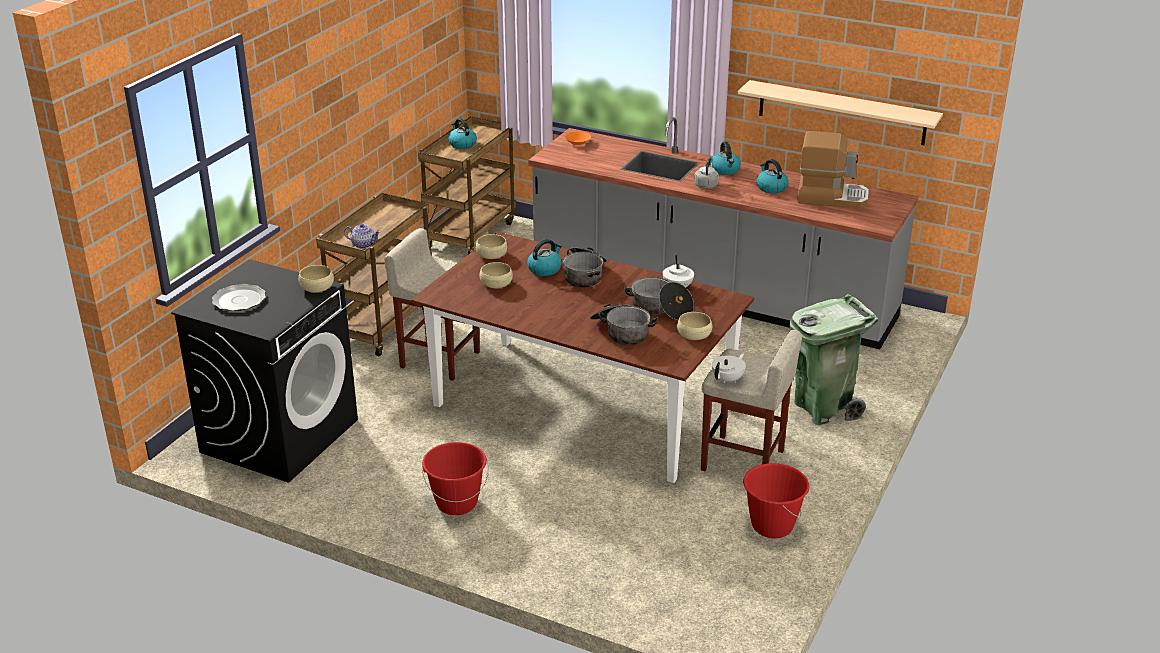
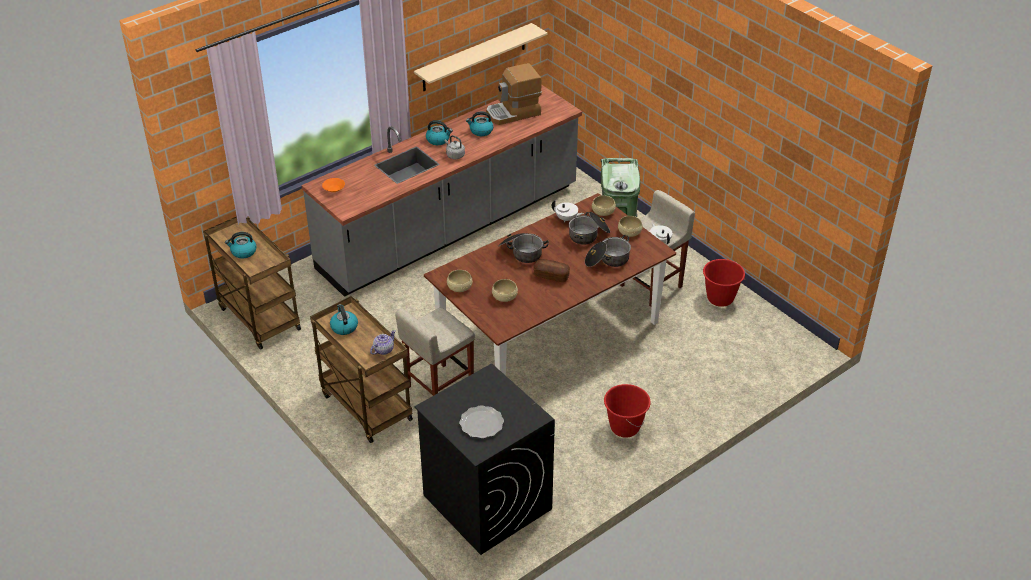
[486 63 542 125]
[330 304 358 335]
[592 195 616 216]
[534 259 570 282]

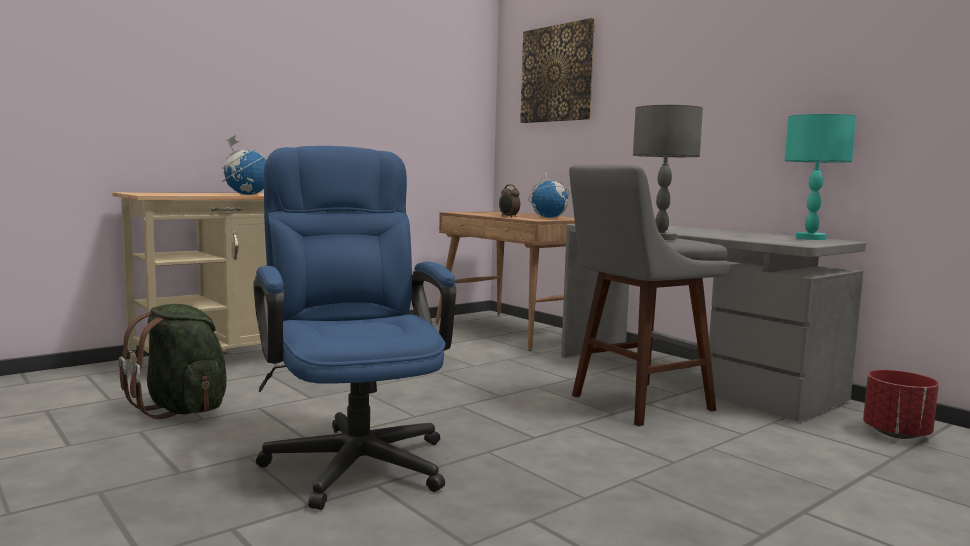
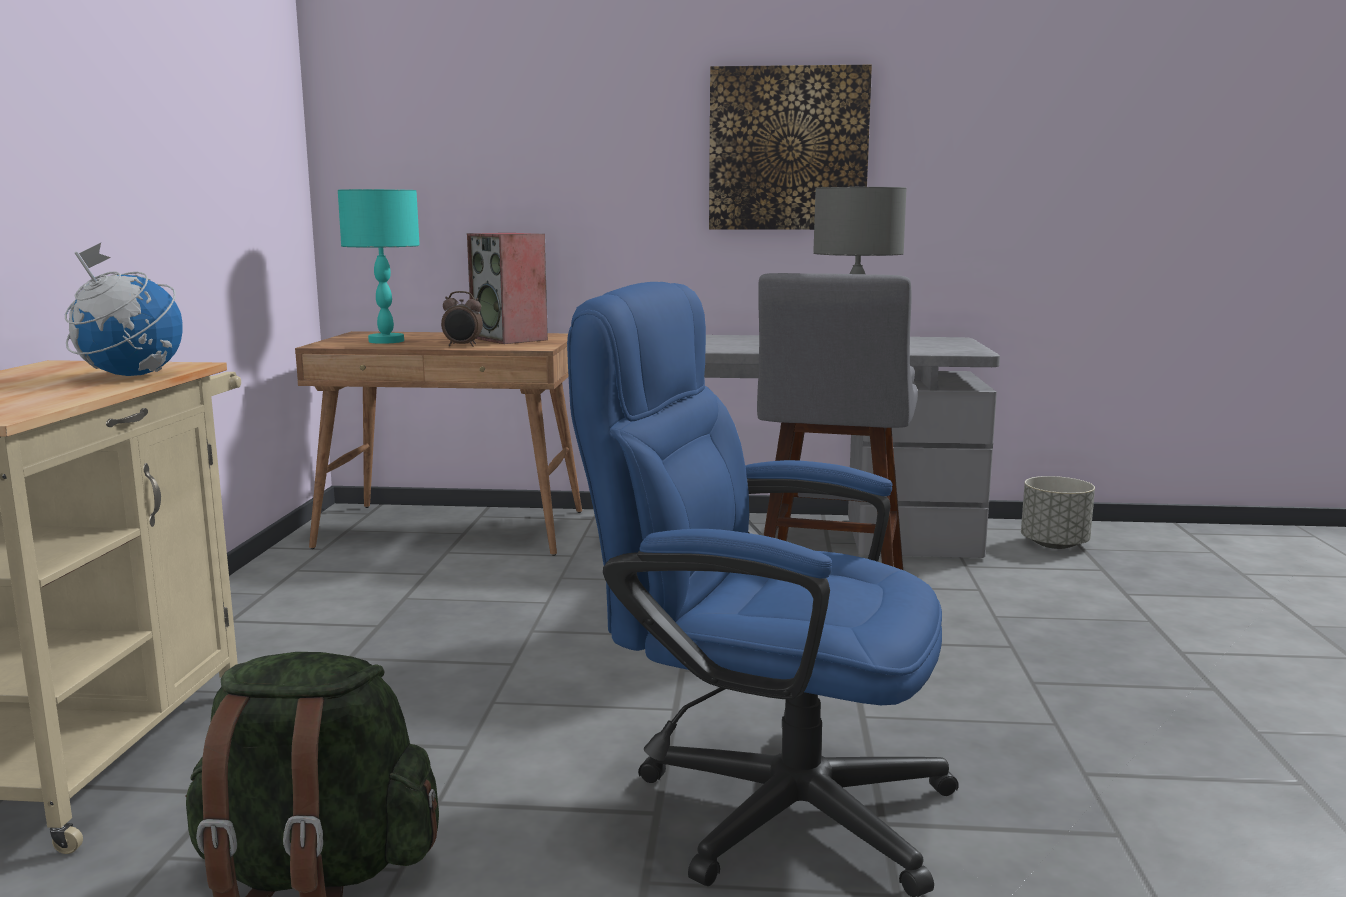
[709 65 872 230]
[338 189 420 344]
[467 233 548 344]
[1021 476 1095 549]

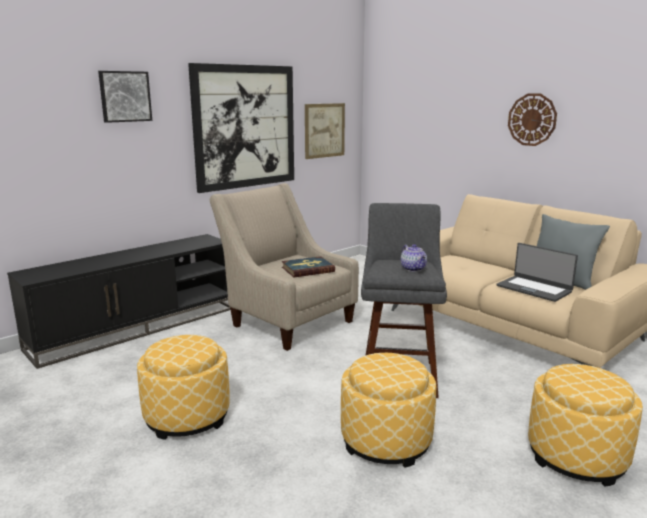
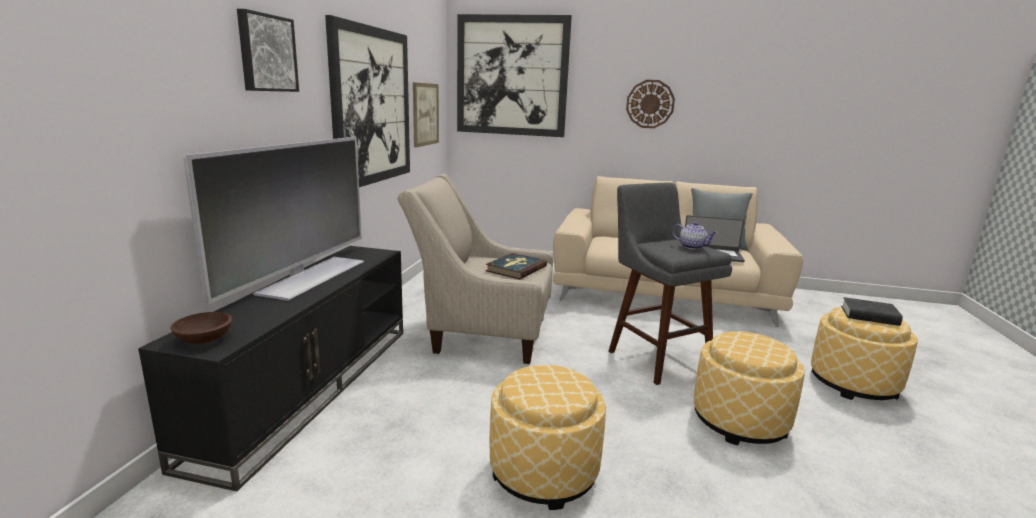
[457 14 572 137]
[183 137 364 305]
[841 297 903 326]
[170 312 232 344]

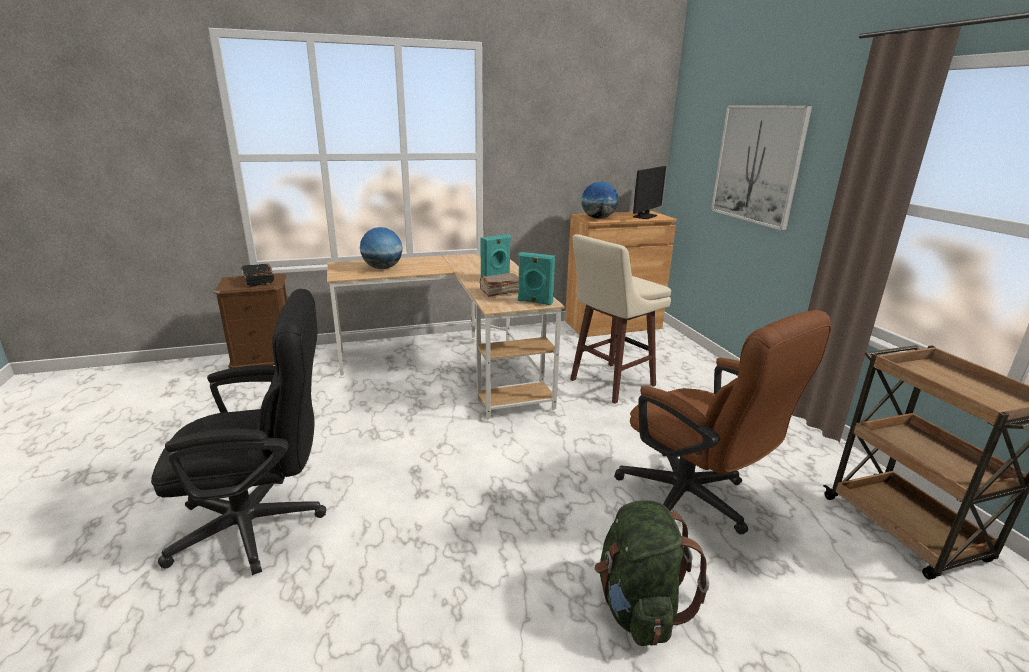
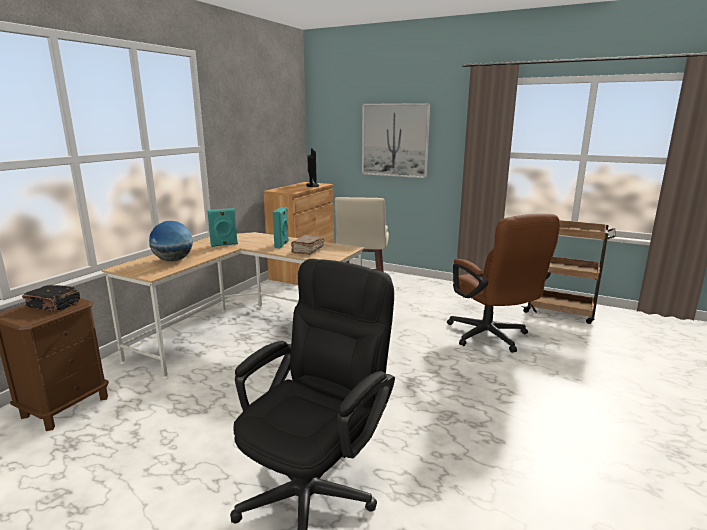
[582 181 618 219] (first image)
[207 208 238 247]
[447 214 560 353]
[595 500 709 646] (first image)

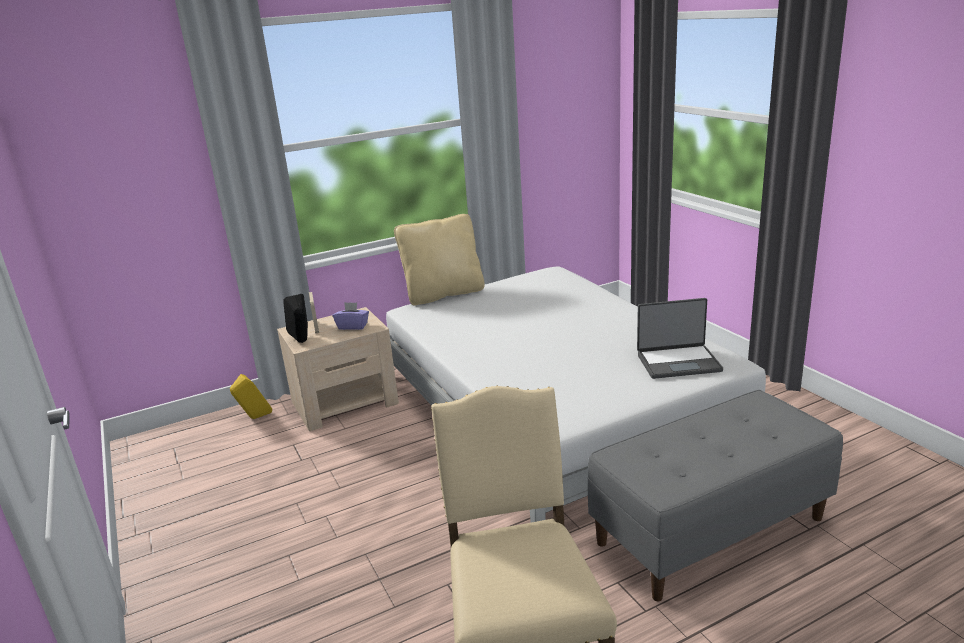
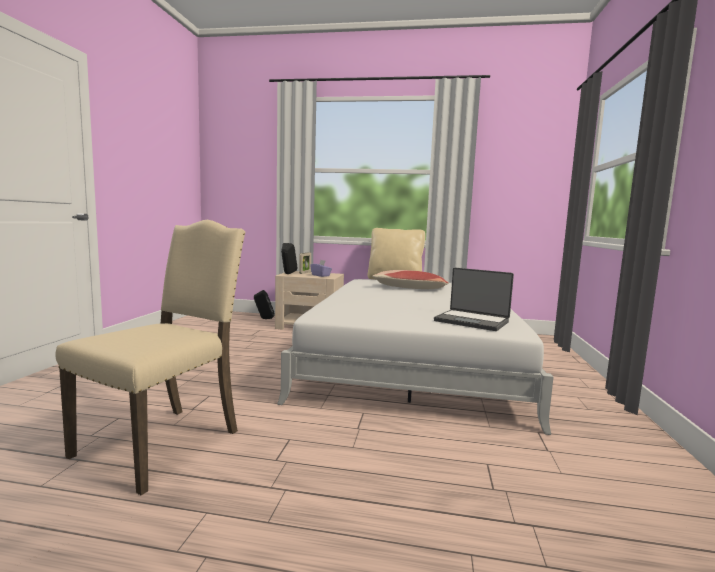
[254 290 274 319]
[587 390 843 601] (first image)
[372 270 449 289]

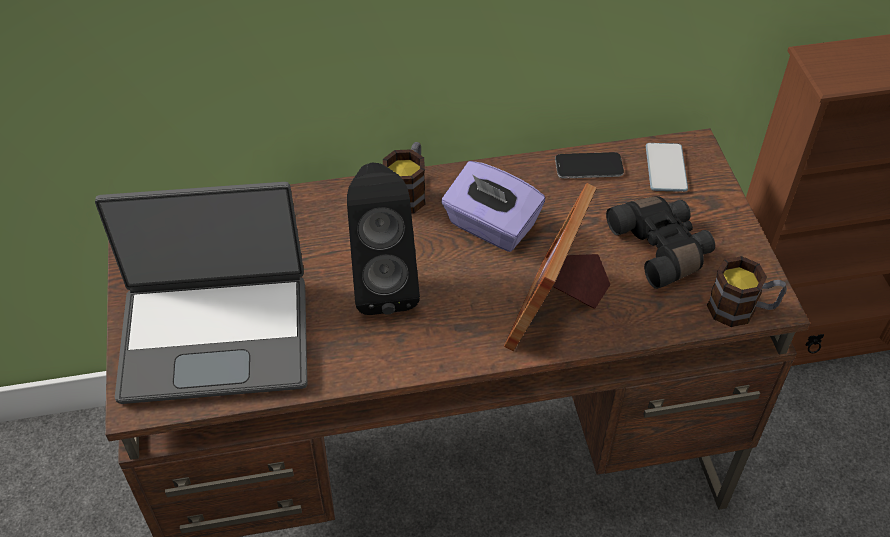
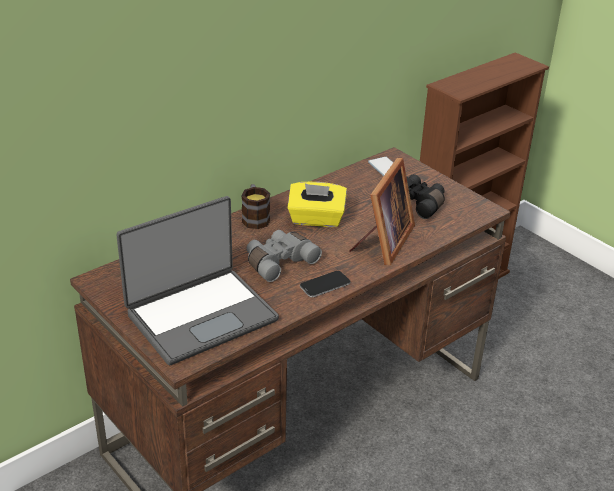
[300 271 351 298]
[287 182 347 227]
[247 230 322 282]
[350 158 415 265]
[707 256 787 327] (first image)

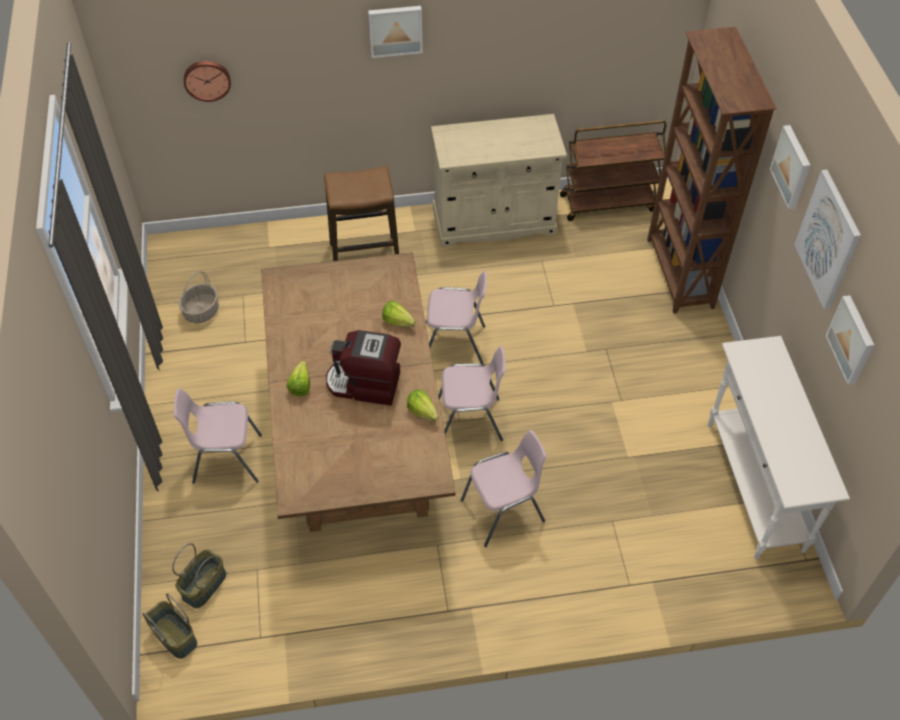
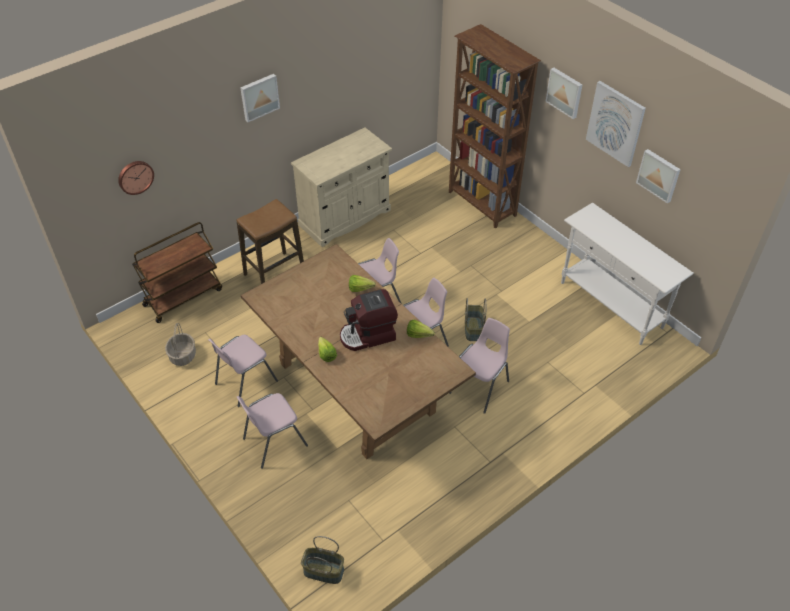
[132 222 222 323]
[465 298 486 341]
[208 335 278 407]

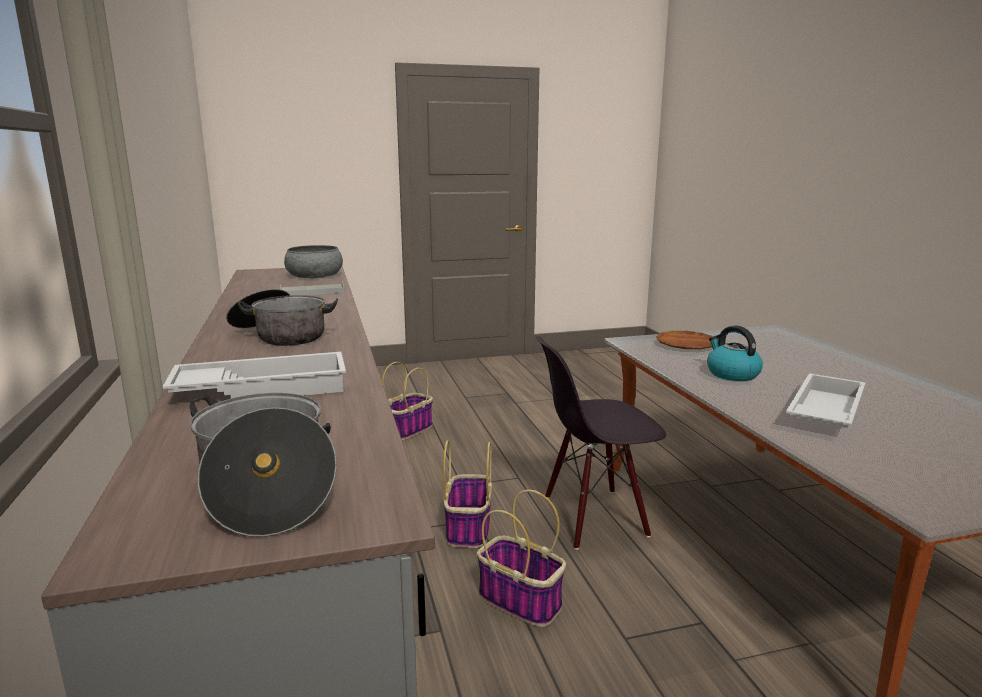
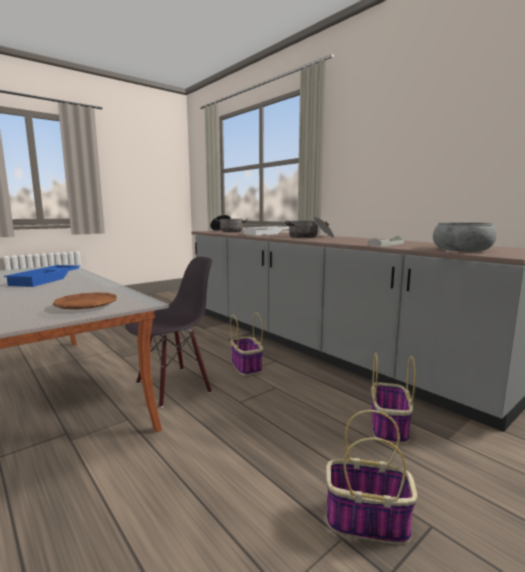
[707 326 763 381] (first image)
[4 265 80 287]
[326 410 417 545]

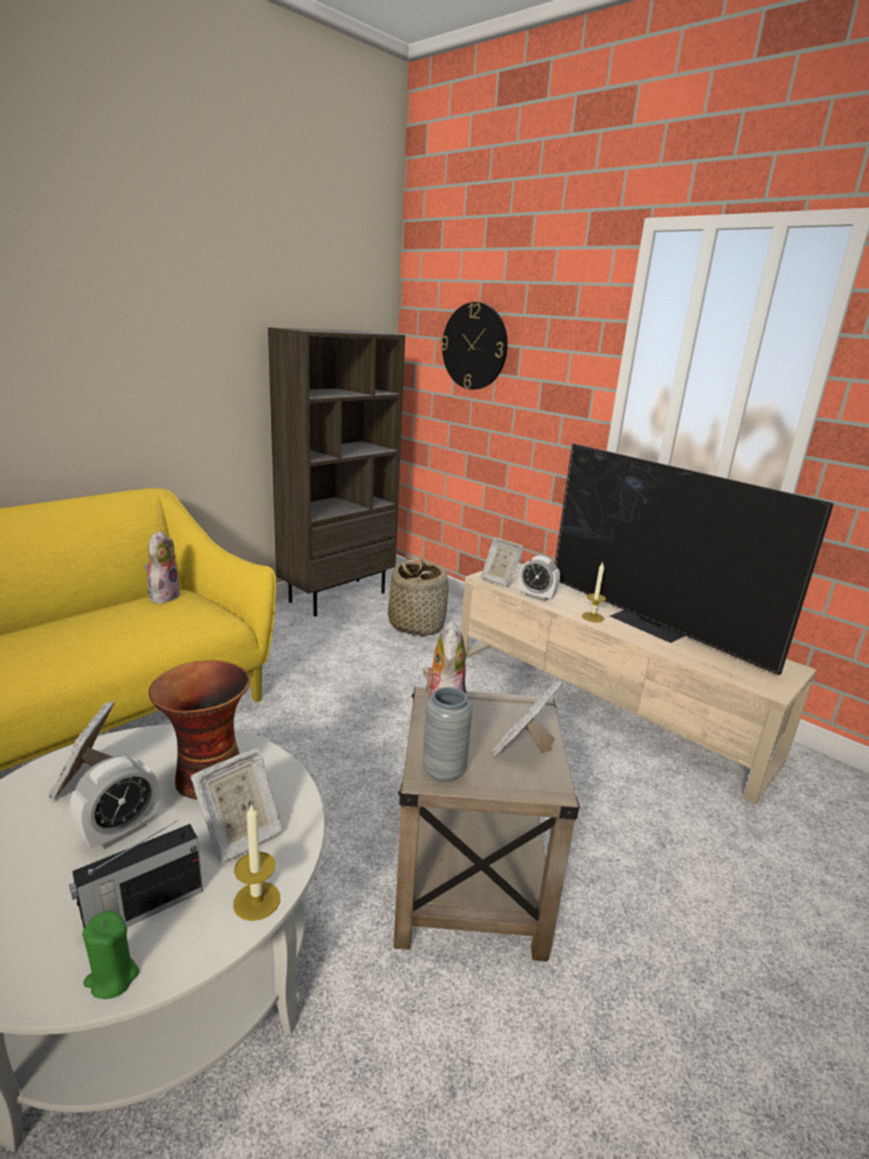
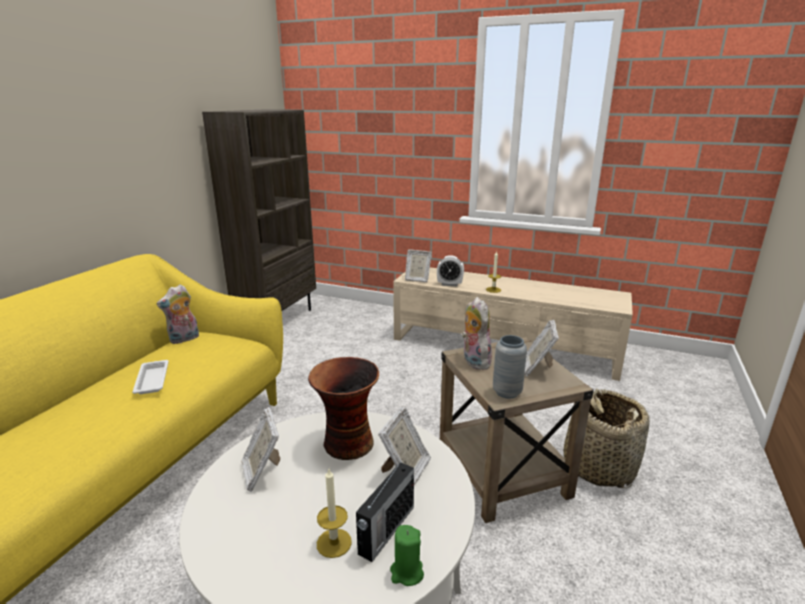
[441 302 508 390] (first image)
[555 443 833 675] (first image)
[156 285 199 344]
[564 388 650 488]
[70 756 159 849] (first image)
[317 469 352 558]
[132 360 169 394]

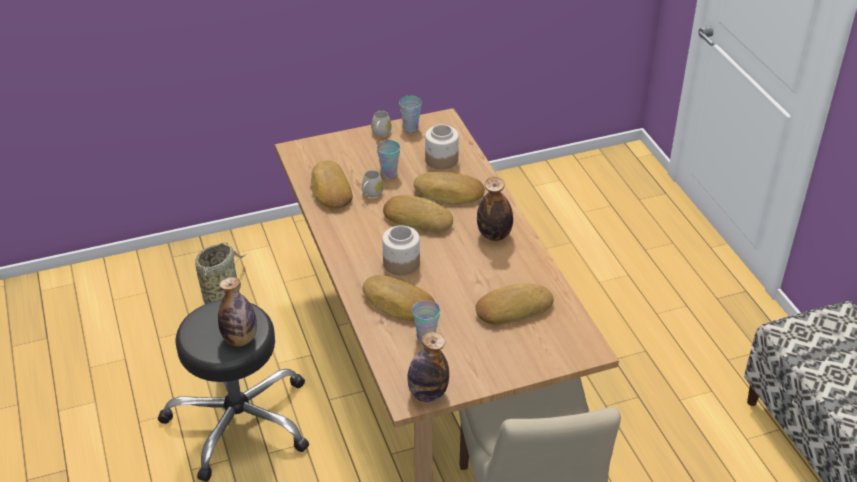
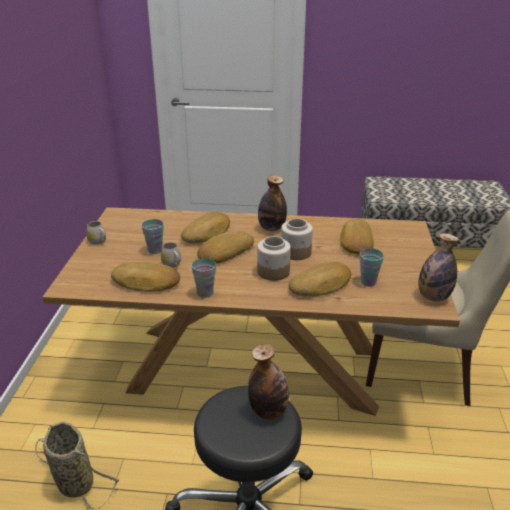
[191 258 216 298]
[281 218 313 260]

